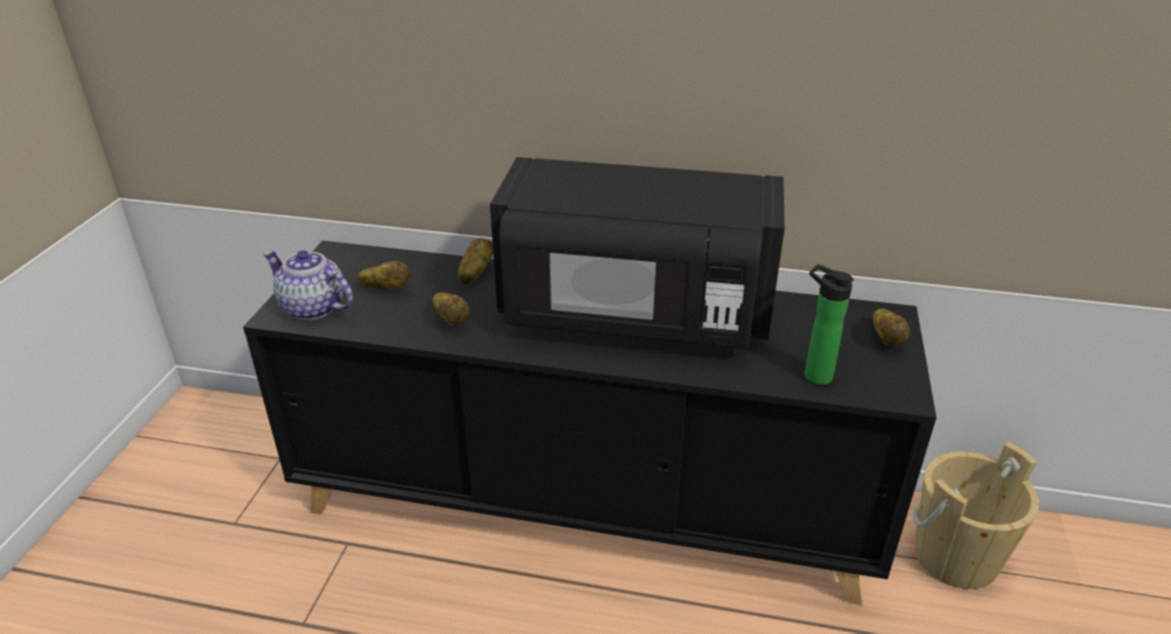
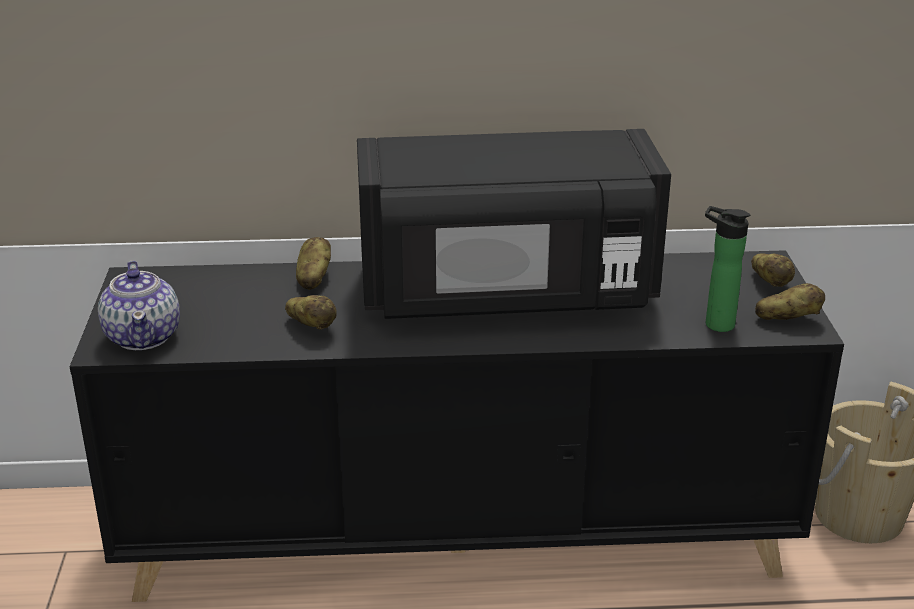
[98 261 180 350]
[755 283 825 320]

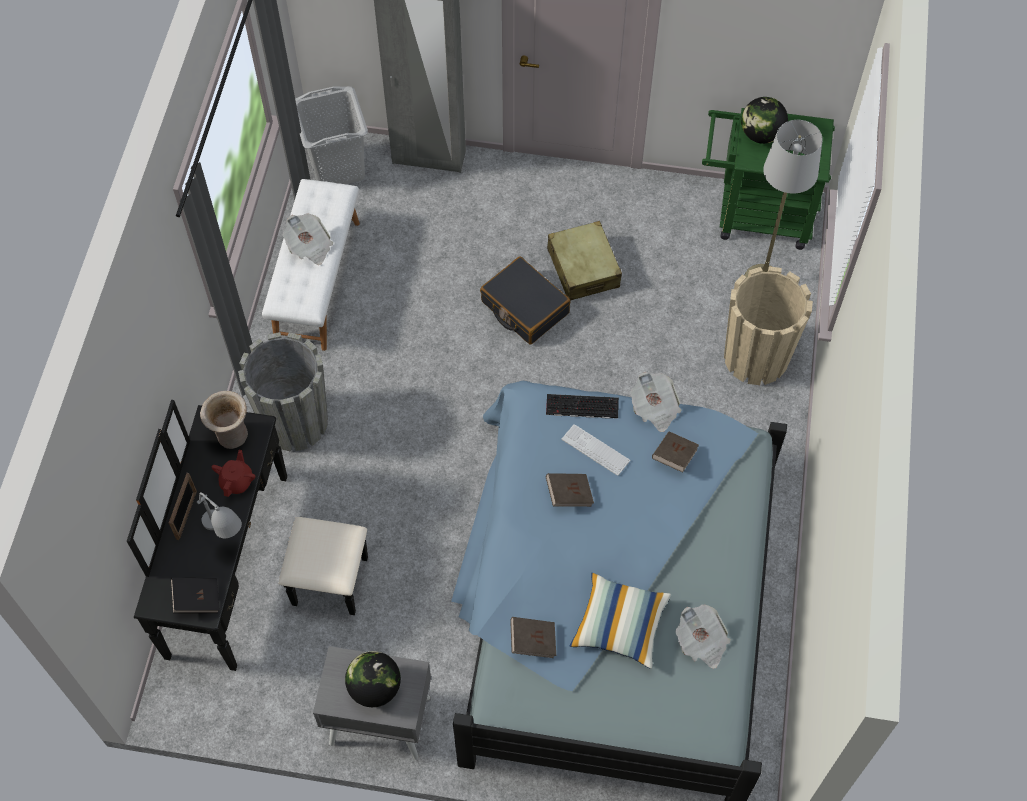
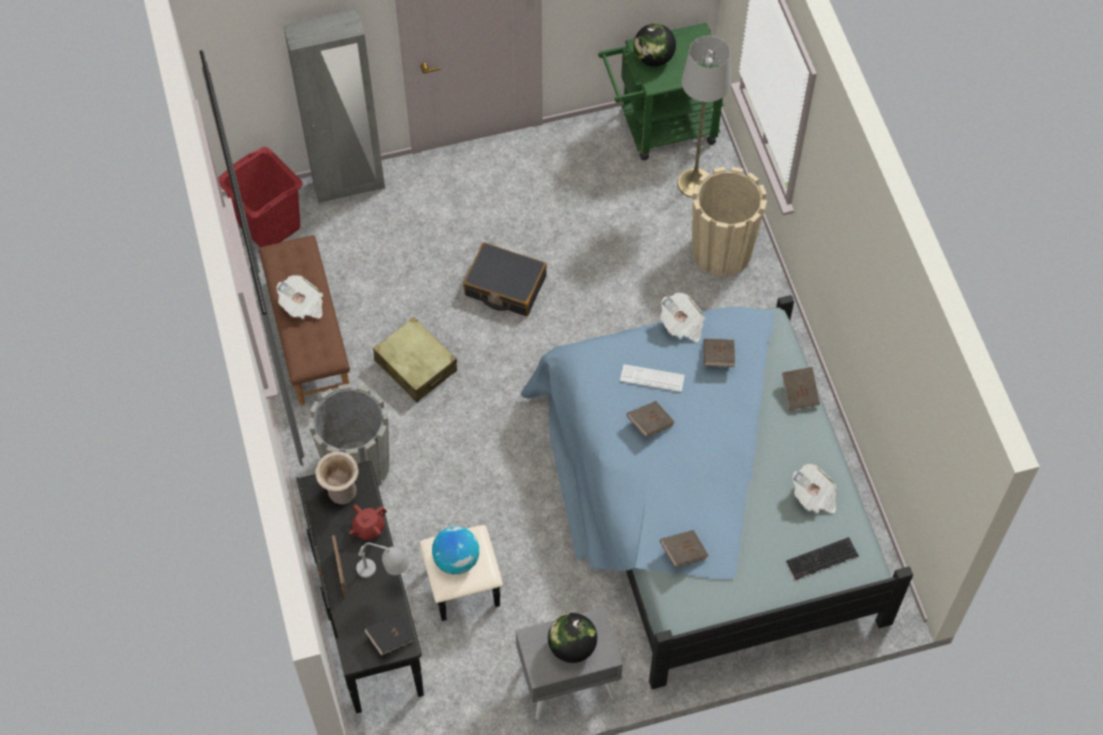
[218 147 303 247]
[259 235 350 405]
[373 317 457 402]
[786 537 859 580]
[349 504 387 540]
[570 573 671 669] (first image)
[782 367 820 411]
[432 526 479 574]

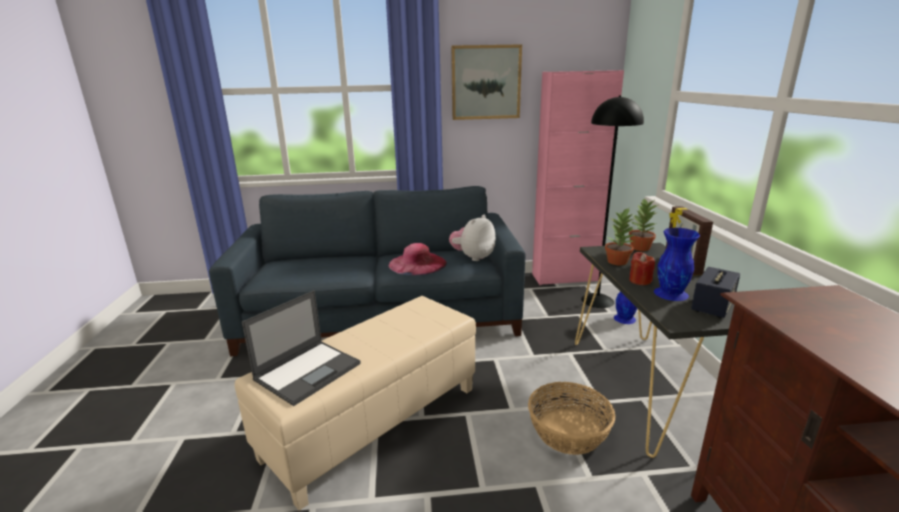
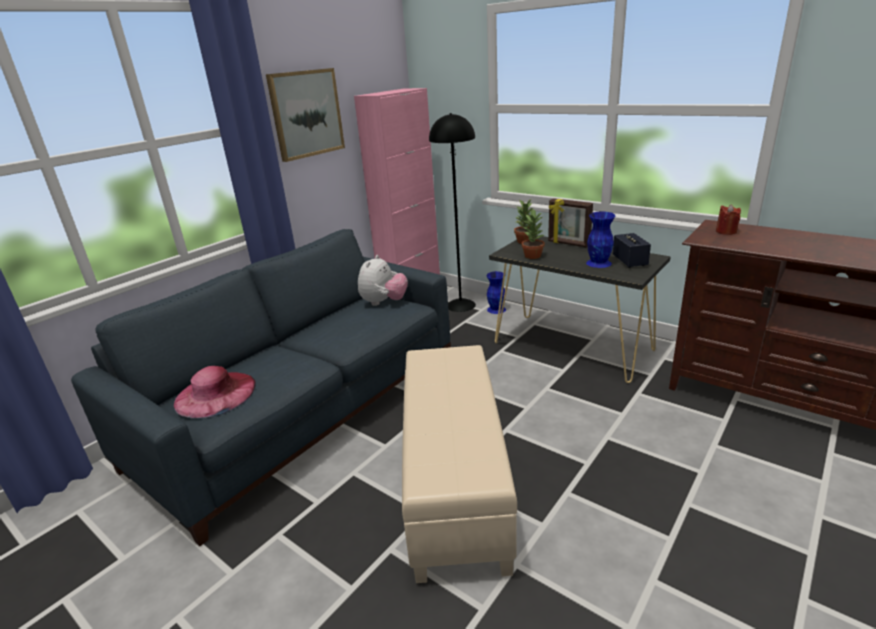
[358 255 408 306]
[174 366 256 418]
[716 204 741 235]
[242 290 361 406] (first image)
[528 382 615 455] (first image)

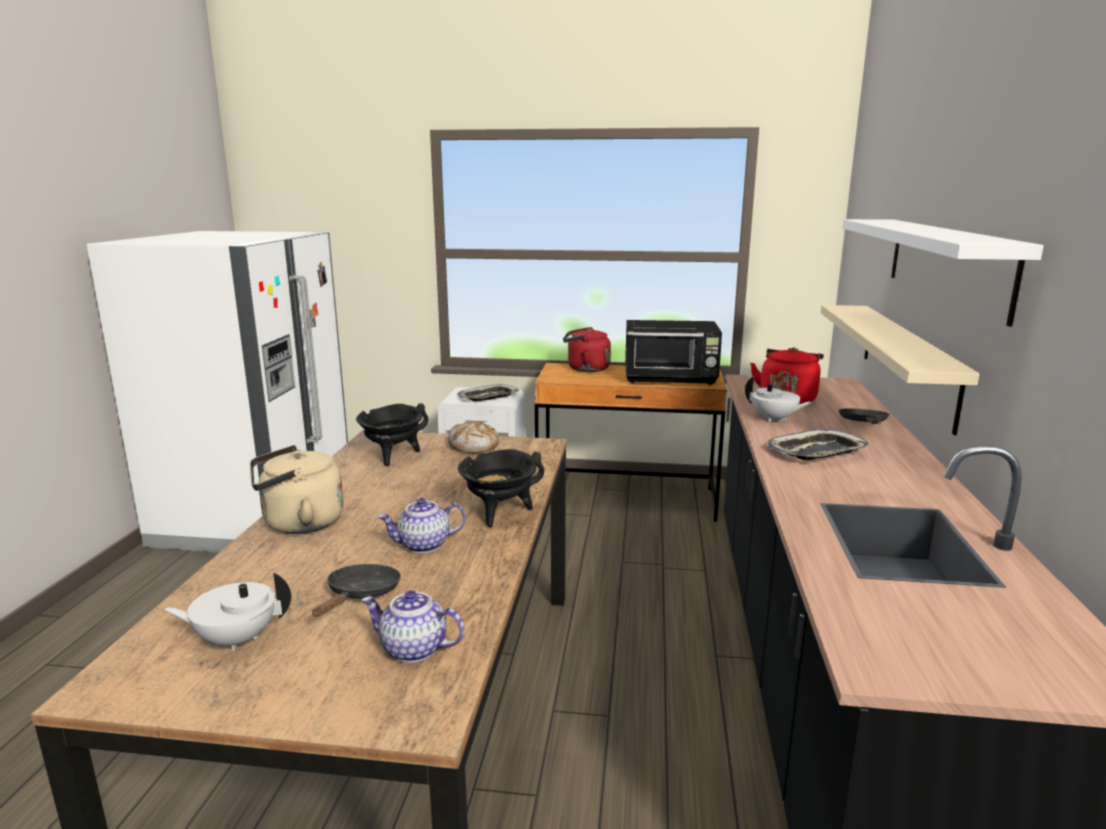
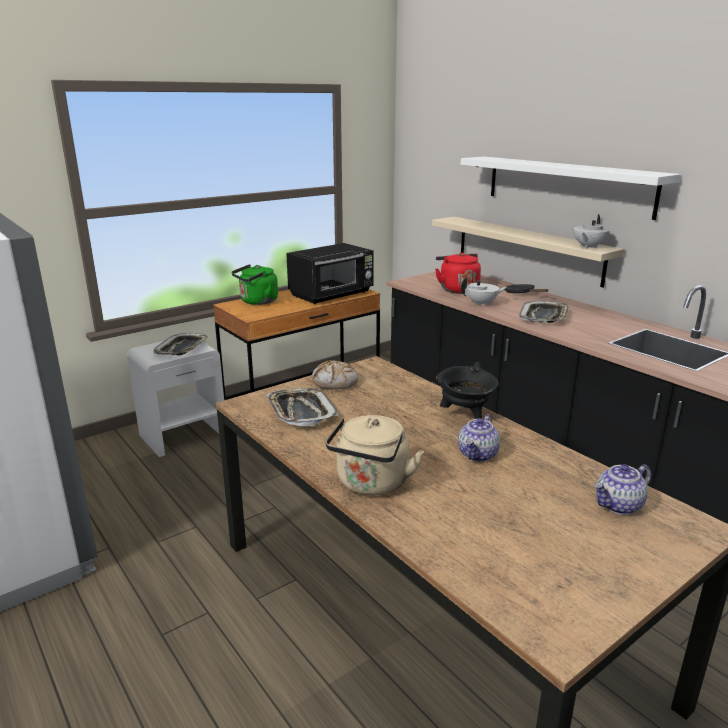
[231 264 278 305]
[267 388 338 426]
[312 564 401 616] (first image)
[573 214 609 249]

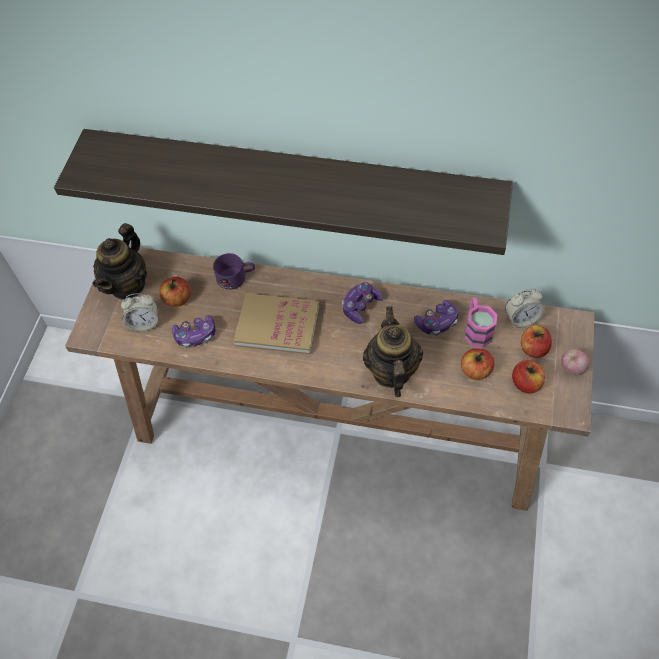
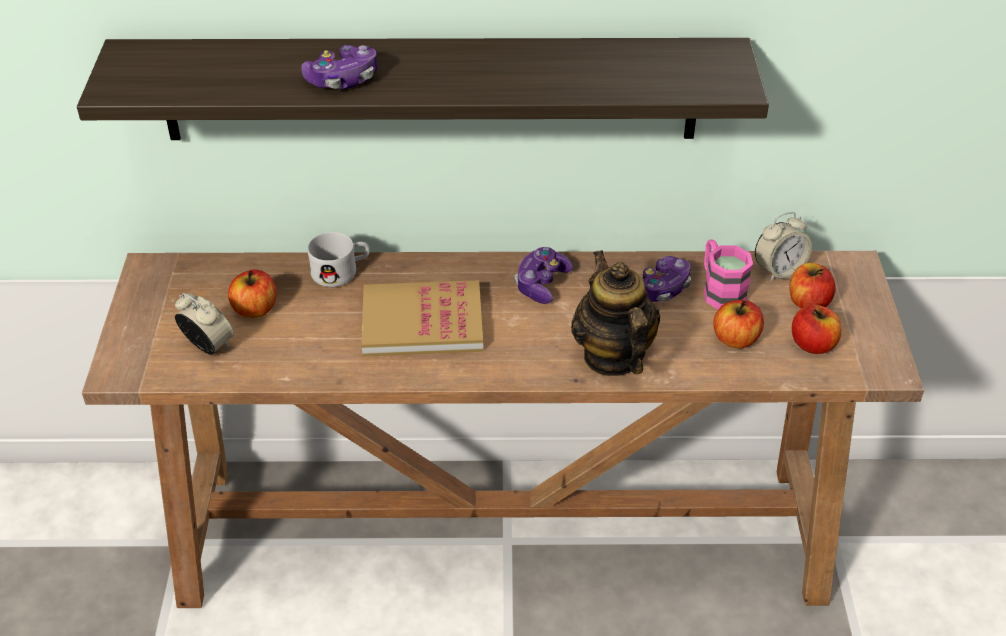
[92 223 147 300] (first image)
[308 232 370 287]
[175 293 234 355]
[301 45 377 89]
[561 349 590 375] (first image)

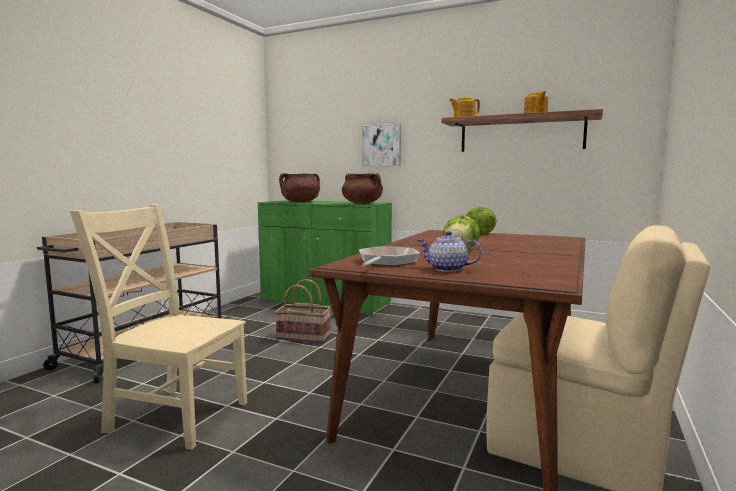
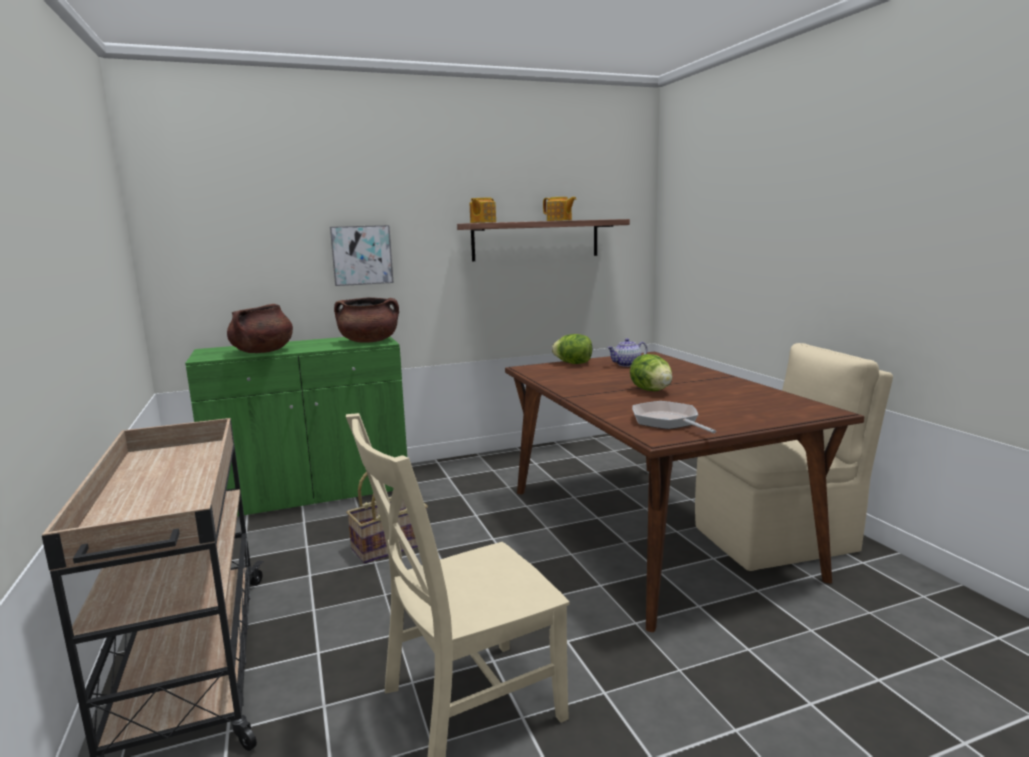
[607 338 647 367]

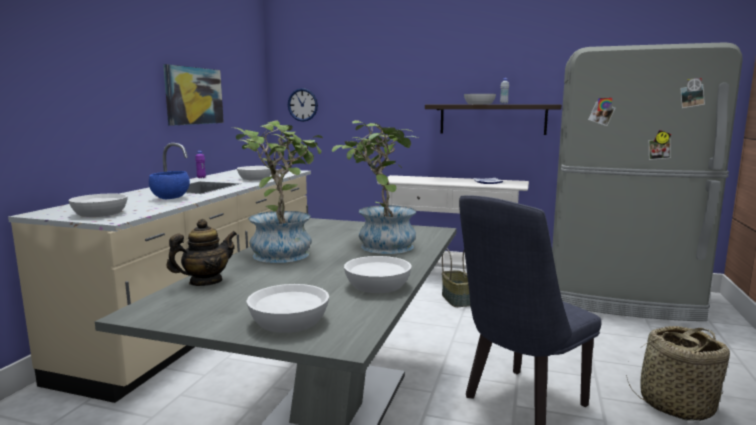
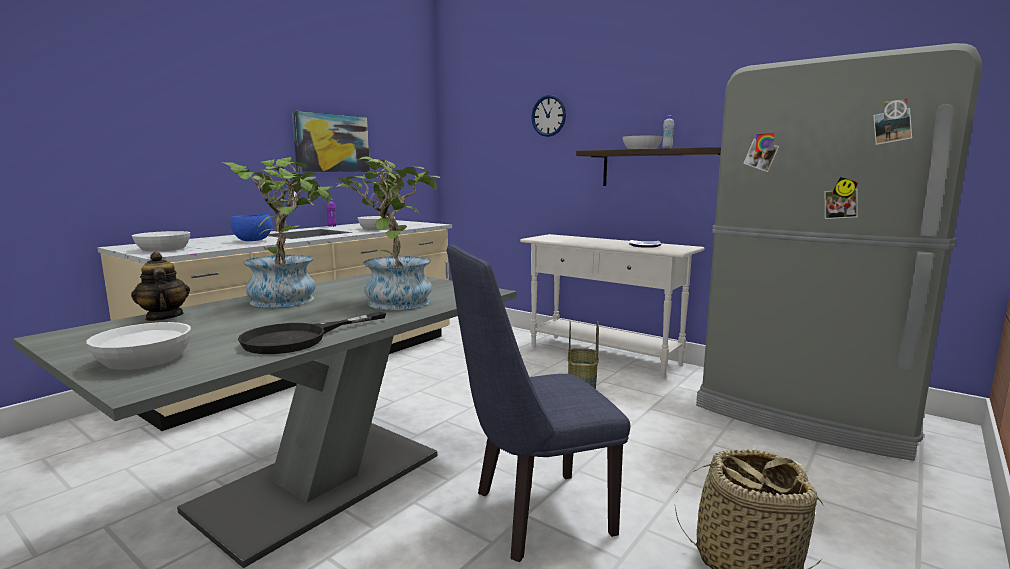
[531 95 566 137]
[131 252 190 321]
[238 312 386 354]

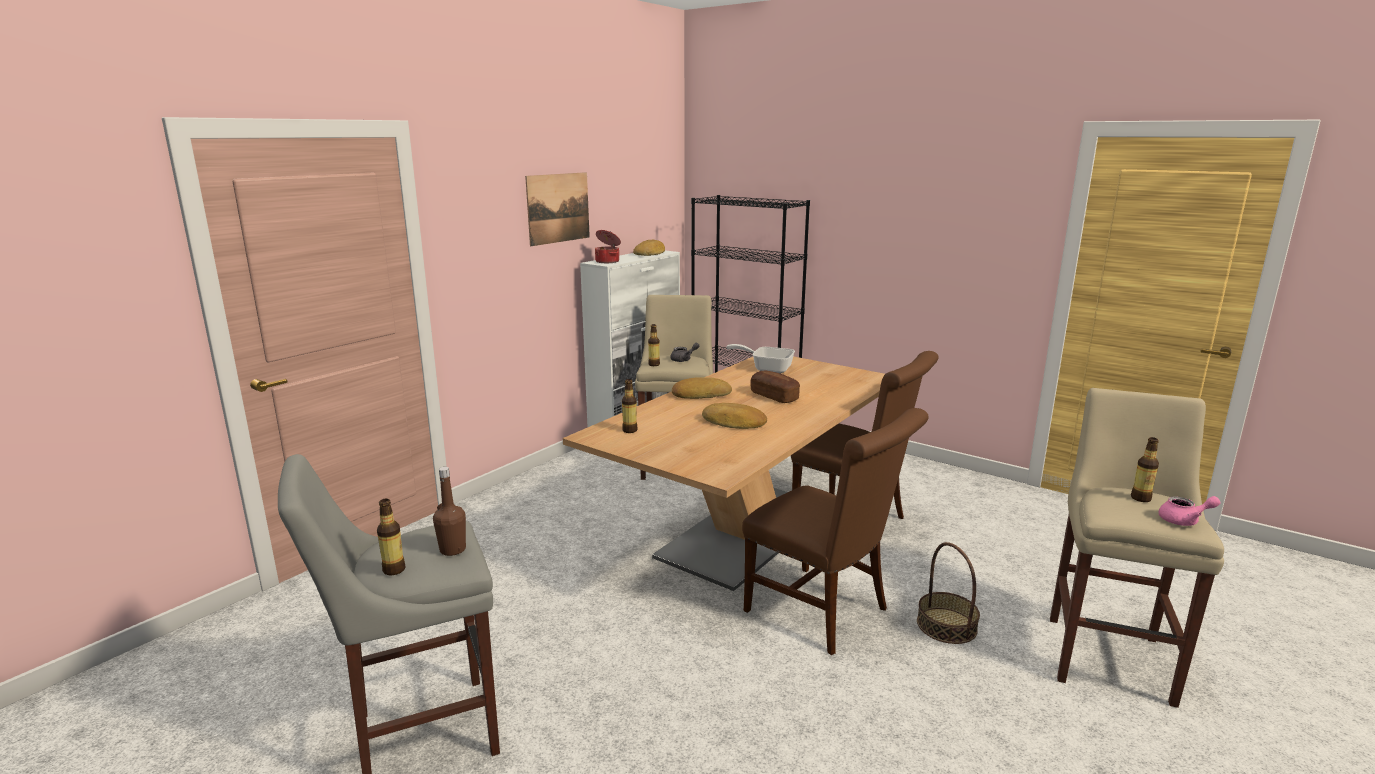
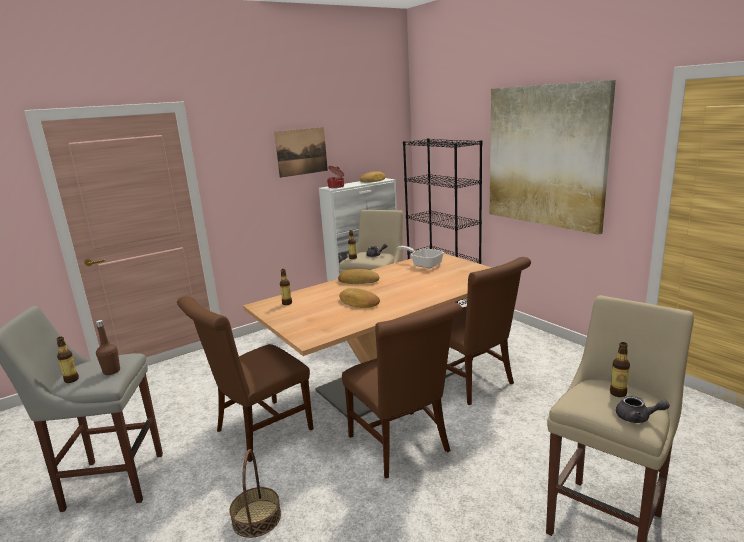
[750 370 800 403] (first image)
[616 395 670 423]
[229 449 281 538]
[490 80 616 235]
[177 296 314 462]

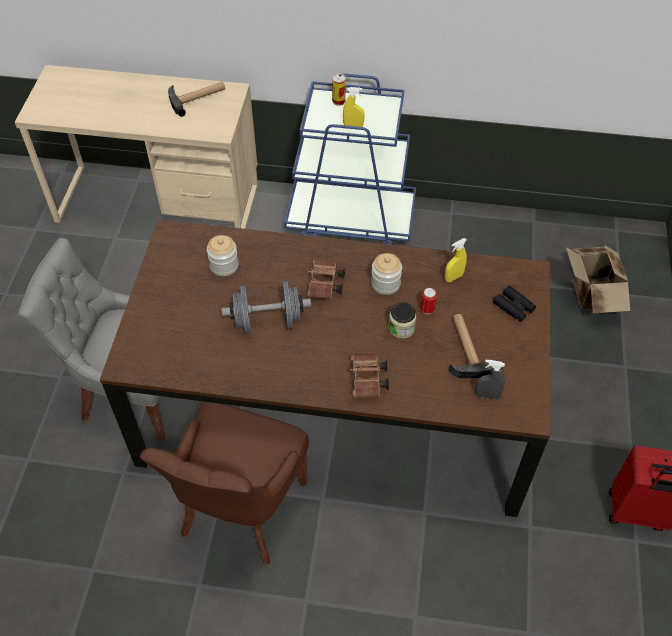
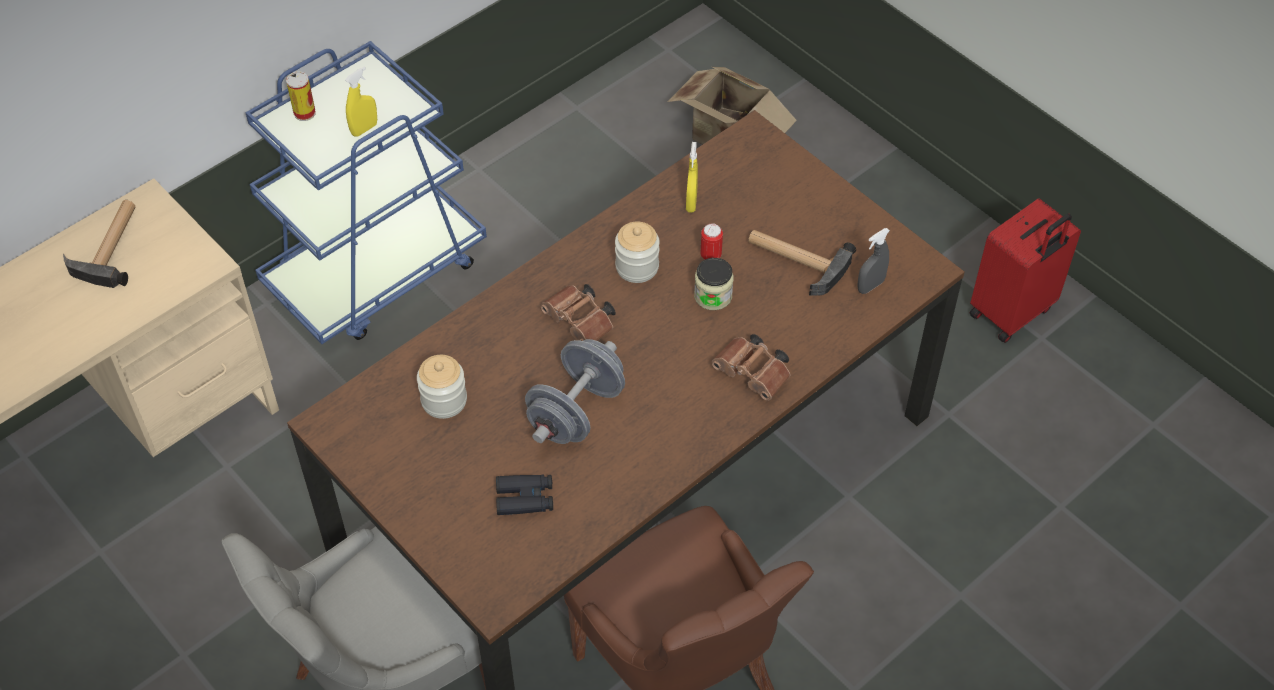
[496 475 553 515]

